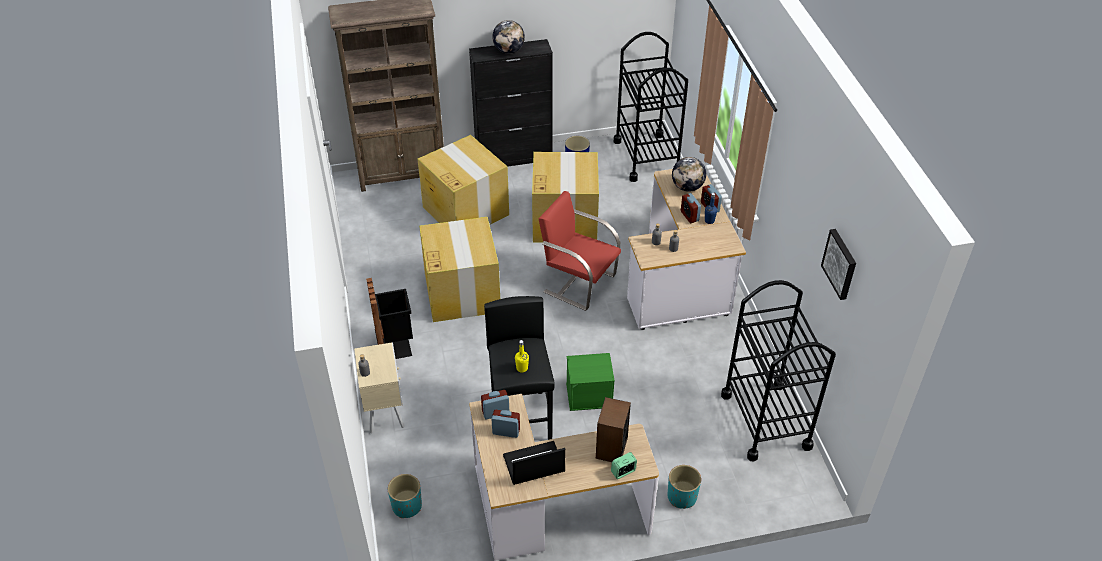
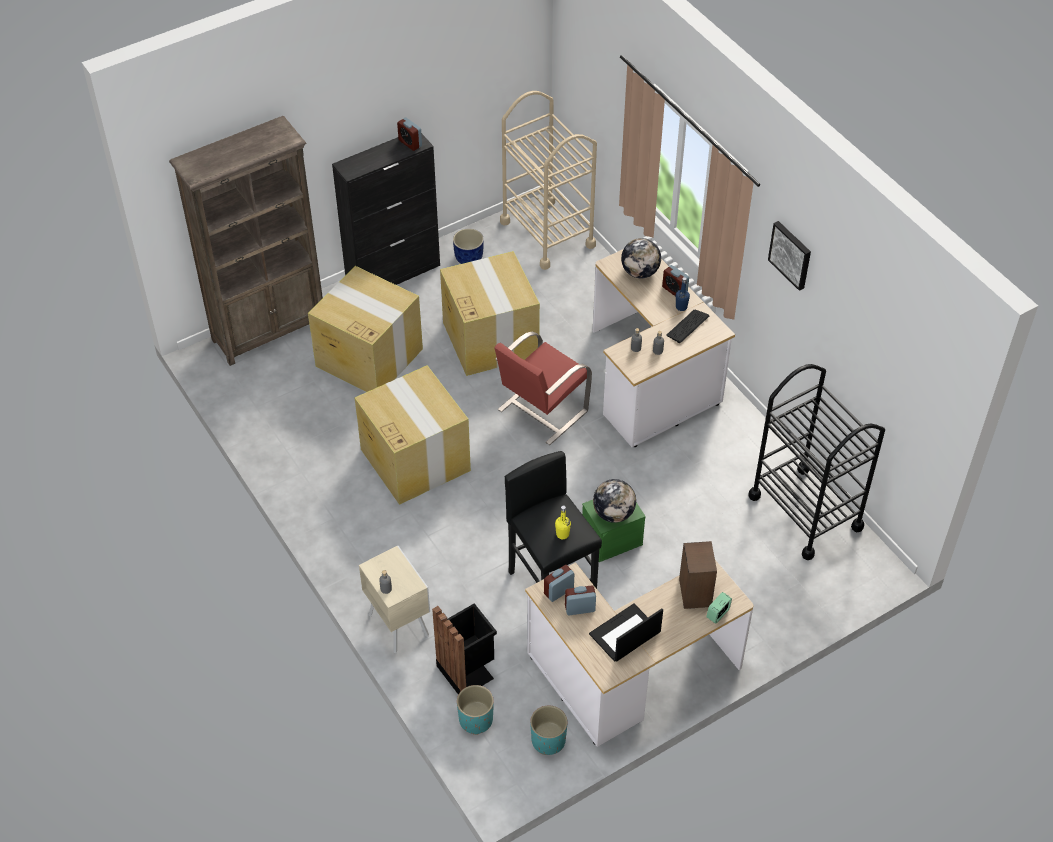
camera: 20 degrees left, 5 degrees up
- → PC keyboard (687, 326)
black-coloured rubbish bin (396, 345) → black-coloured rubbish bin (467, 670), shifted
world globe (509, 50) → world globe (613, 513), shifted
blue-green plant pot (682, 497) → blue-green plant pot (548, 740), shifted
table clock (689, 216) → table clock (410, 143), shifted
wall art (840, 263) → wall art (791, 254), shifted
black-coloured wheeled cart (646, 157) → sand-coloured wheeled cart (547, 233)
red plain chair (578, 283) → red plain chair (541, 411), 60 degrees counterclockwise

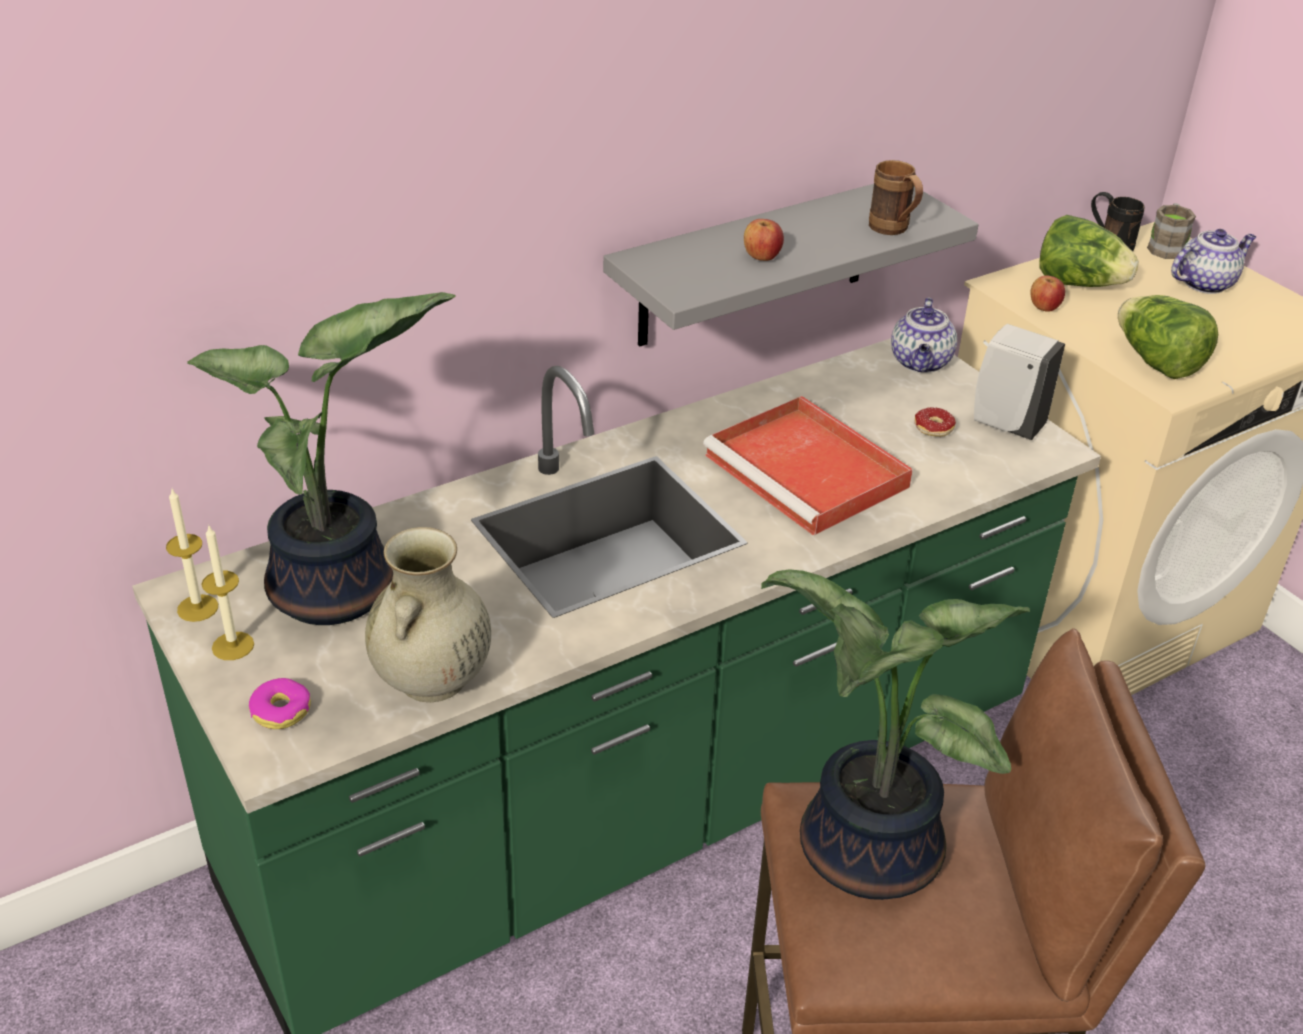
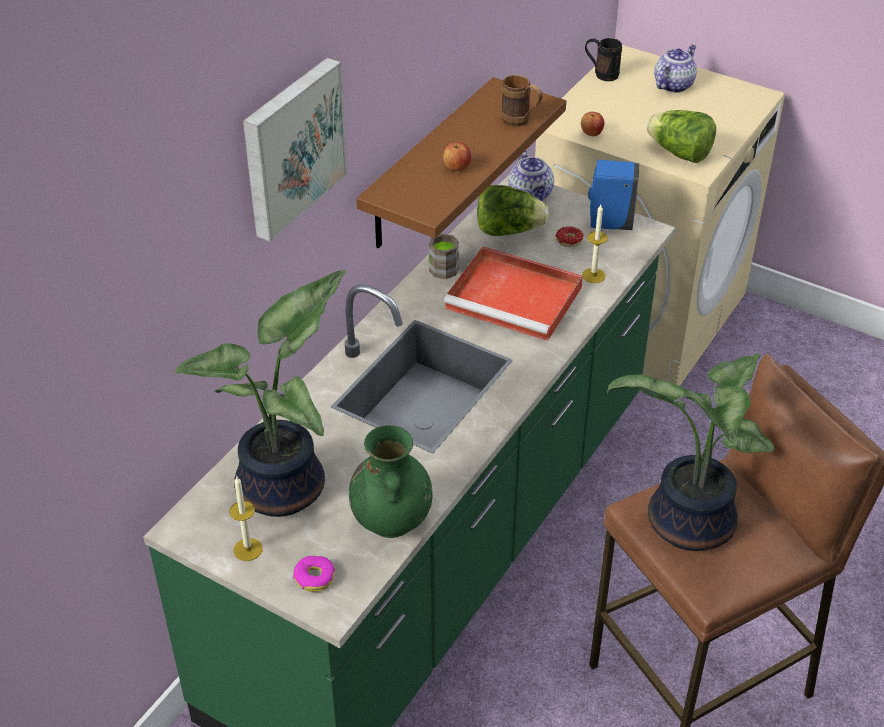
camera: 25 degrees left, 5 degrees up
- → wall art (291, 147)
wax candle (197, 608) → wax candle (593, 275), shifted
head of lettuce (1078, 284) → head of lettuce (508, 230), shifted
brown-coloured tea mug (1166, 247) → brown-coloured tea mug (442, 265), shifted
sand-coloured decorative vase (432, 681) → greenish decorative vase (392, 522)
gray bracket shelf (755, 263) → brown-coloured bracket shelf (428, 166)
white liquid soap bottle (1005, 424) → blue-coloured liquid soap bottle (608, 223)

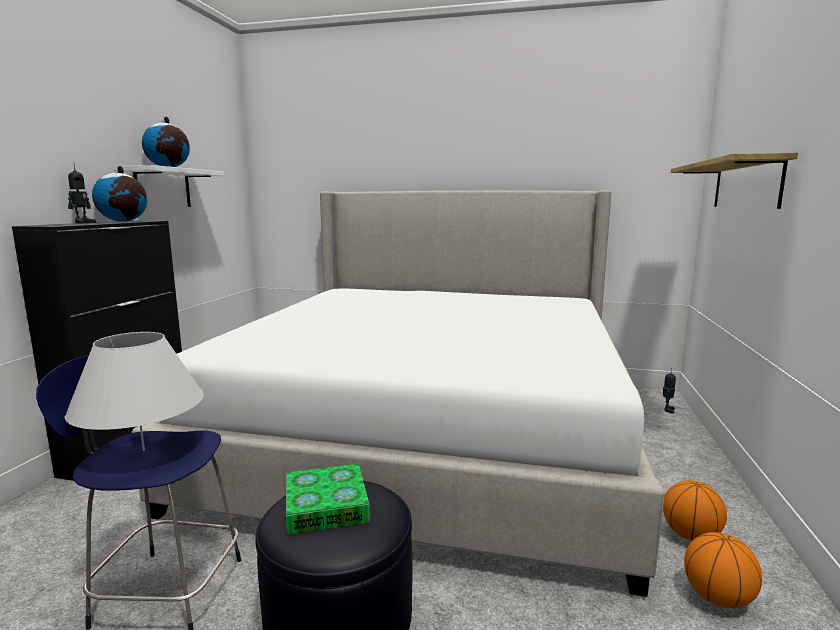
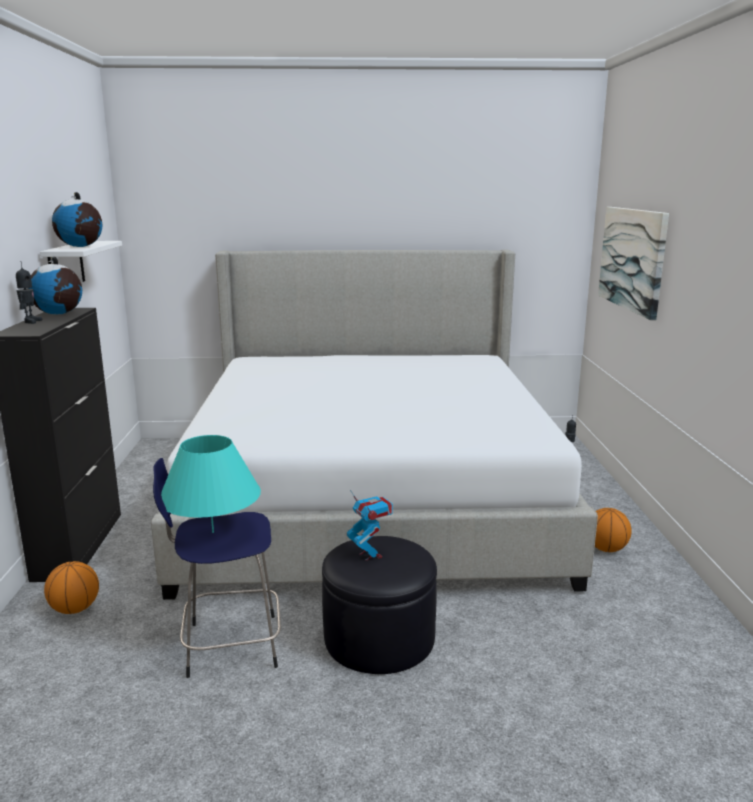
camera: 15 degrees left, 5 degrees up
basketball (717, 598) → basketball (75, 609), shifted
volume (326, 506) → toy robot (370, 555)
bracket shelf (746, 184) → wall art (632, 259)
white lamp for a table (144, 450) → blue-green lamp for a table (213, 532)

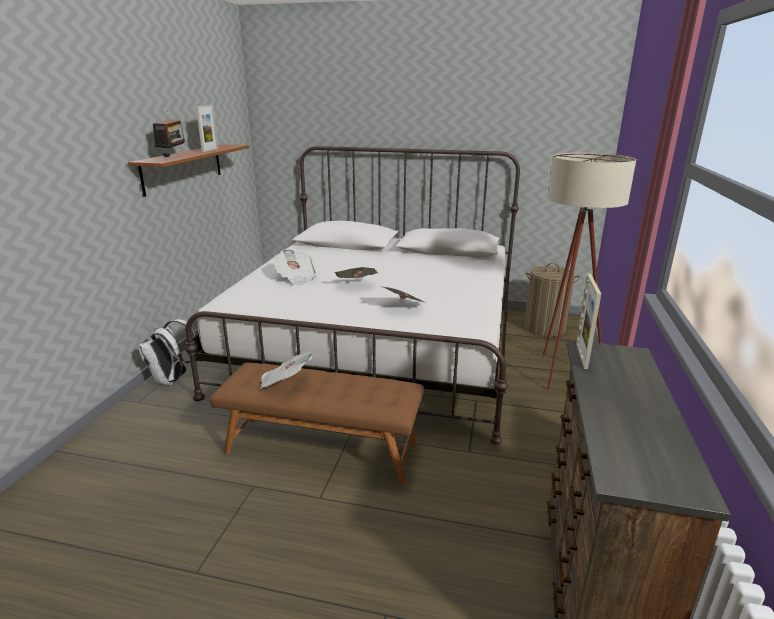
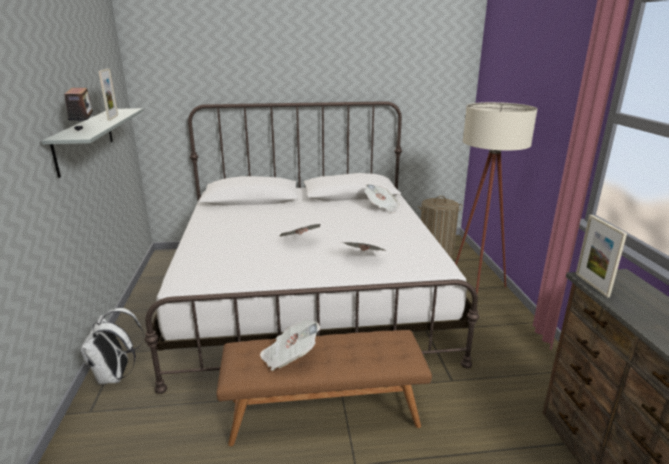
camera: 20 degrees left, 0 degrees up
daily paper (296, 278) → daily paper (382, 207), shifted
brown-coloured bracket shelf (183, 168) → gray bracket shelf (85, 139)

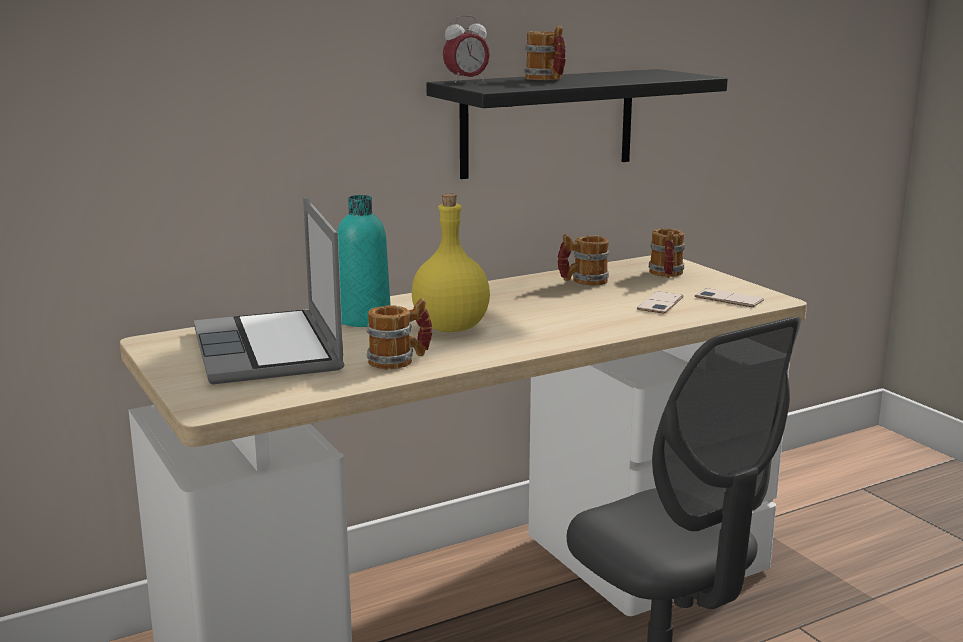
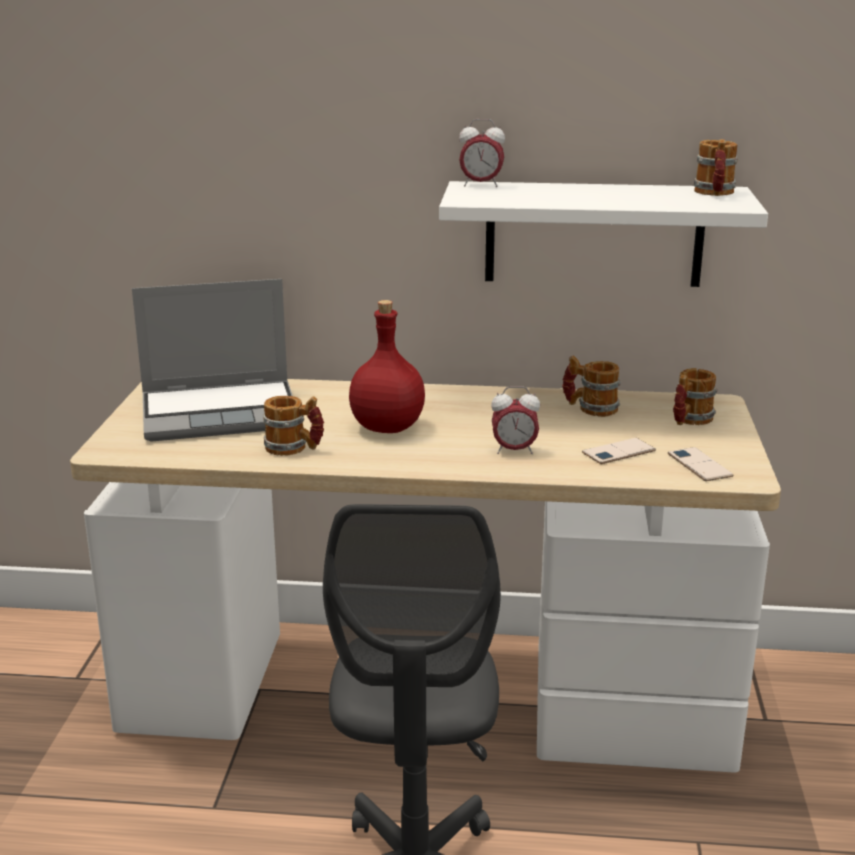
camera: 35 degrees right, 5 degrees up
blue-green drink bottle (364, 319) → -
- → table clock (514, 451)
tea mug (547, 79) → tea mug (714, 193), shifted
yellowish drink bottle (449, 328) → red drink bottle (386, 427)
black-coloured bracket shelf (548, 122) → white bracket shelf (594, 234)
laptop (270, 351) → laptop (222, 413), 120 degrees counterclockwise

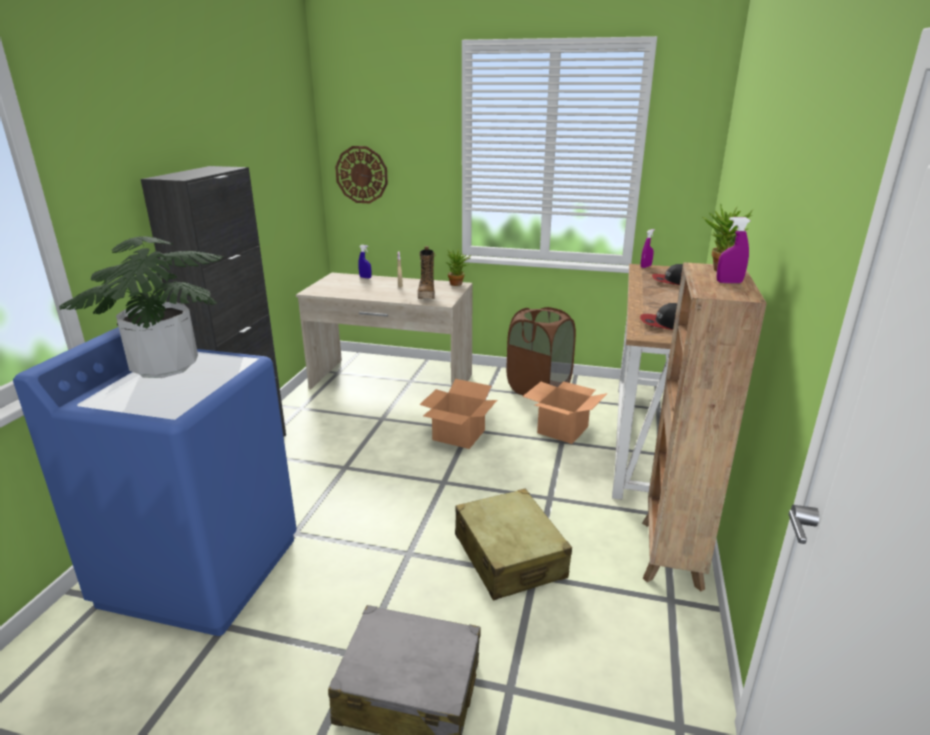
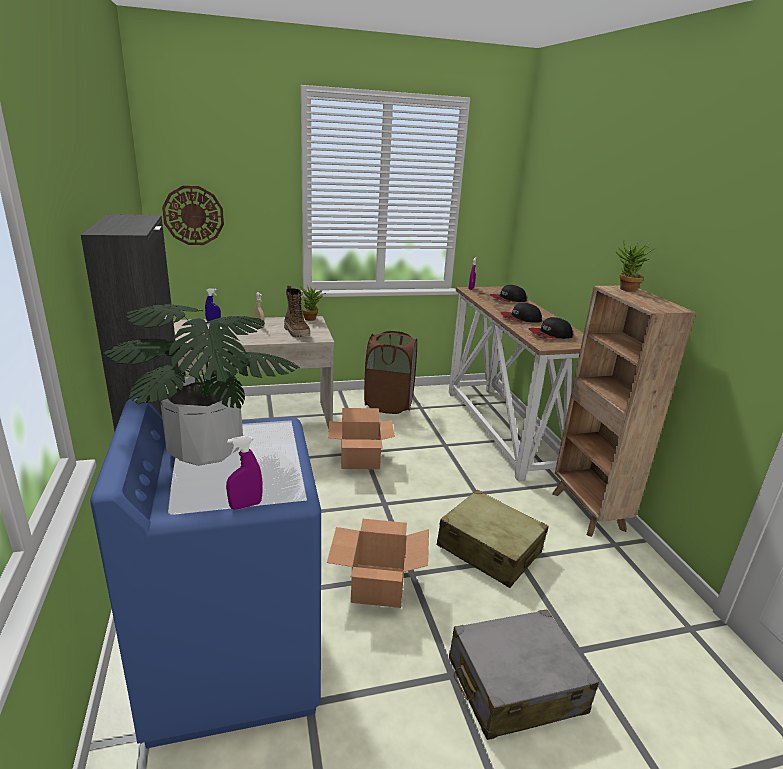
camera: 30 degrees left, 0 degrees up
- → baseball cap (520, 319)
carton (563, 430) → carton (378, 586), shifted
purple hand sprayer (729, 282) → purple hand sprayer (245, 505), shifted

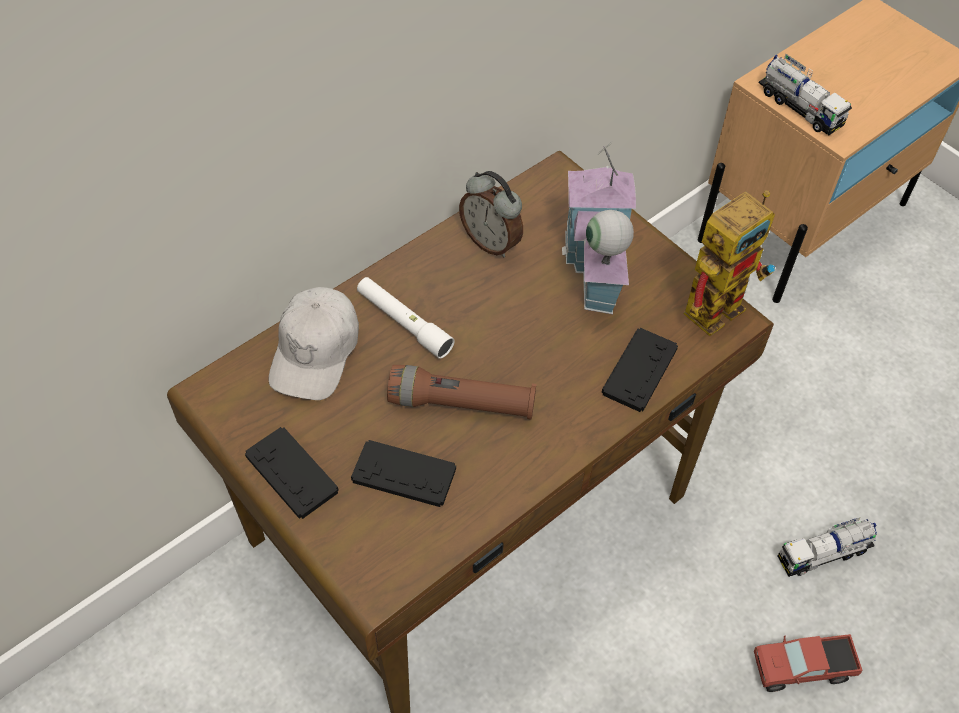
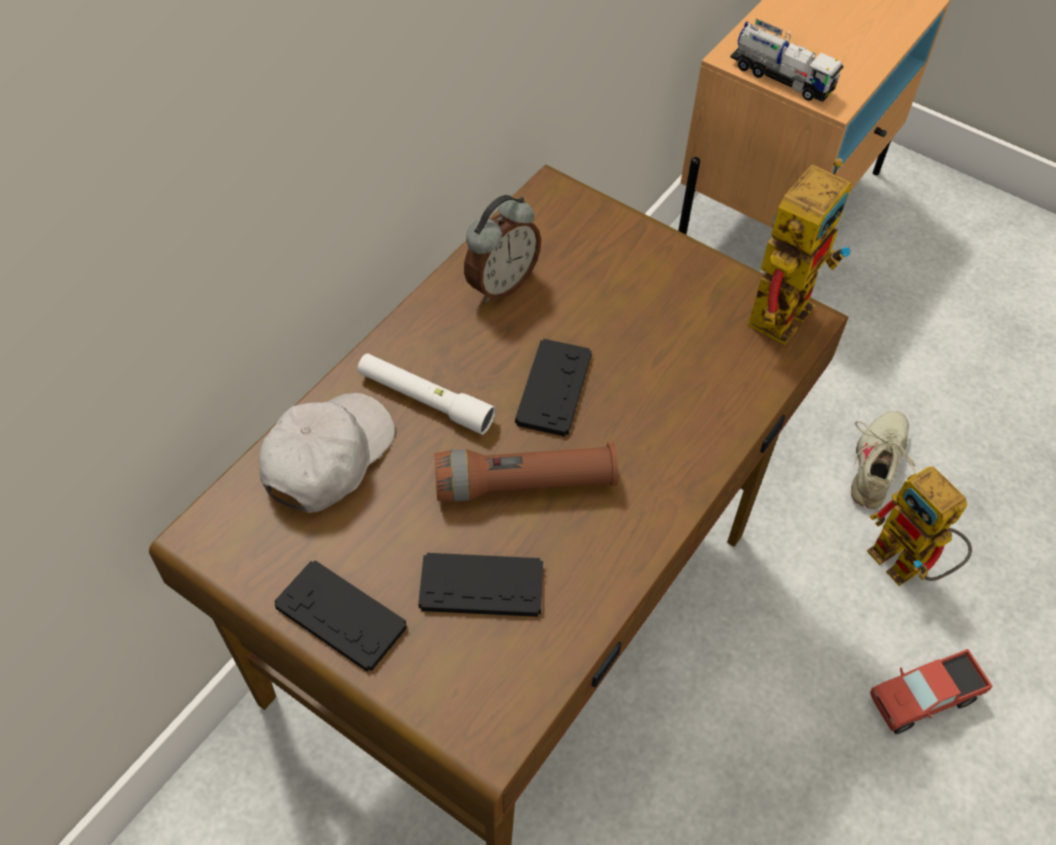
camera: 15 degrees left, 0 degrees up
model house (594, 267) → -
- → sand-coloured item of footwear (877, 466)
black-coloured joypad (639, 370) → black-coloured joypad (553, 388), shifted
toy lorry (823, 554) → toy robot (908, 566)
white baseball cap (316, 352) → white baseball cap (327, 458), 150 degrees counterclockwise
table clock (491, 242) → table clock (500, 284), 75 degrees counterclockwise

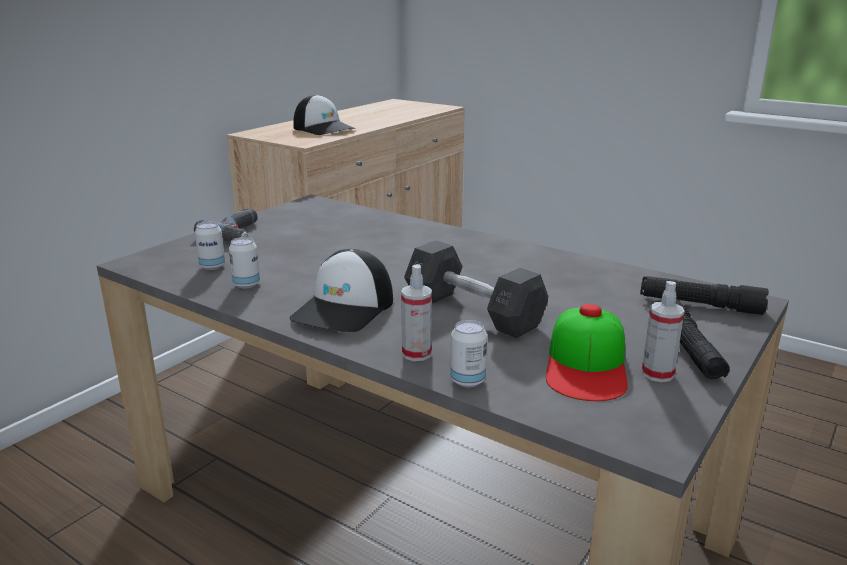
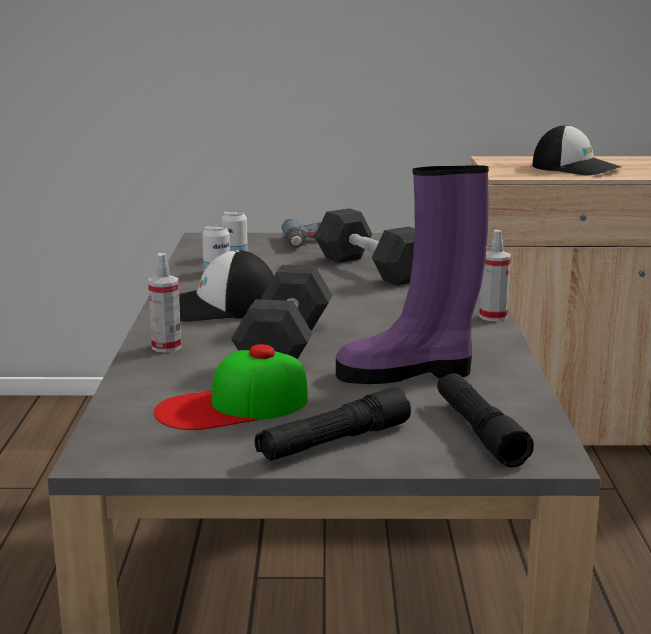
camera: 55 degrees right, 5 degrees down
can (467, 381) → -
- → gray hand weight (371, 269)
- → purple tall boot (408, 373)
hand sprayer (657, 374) → hand sprayer (493, 317), shifted
baseball cap (324, 128) → baseball cap (576, 168), 60 degrees counterclockwise

